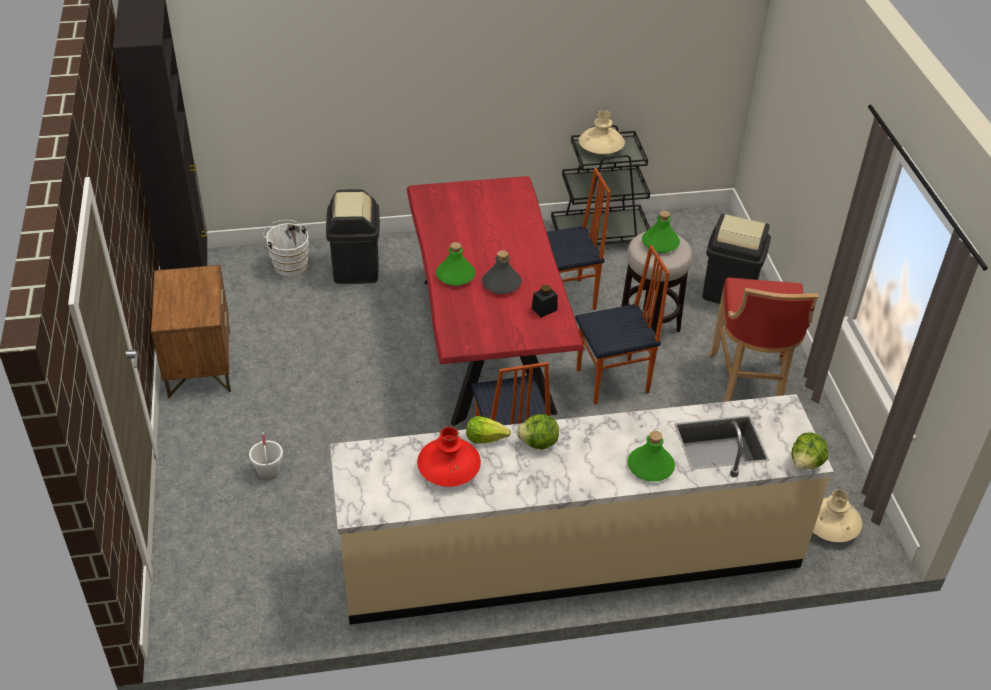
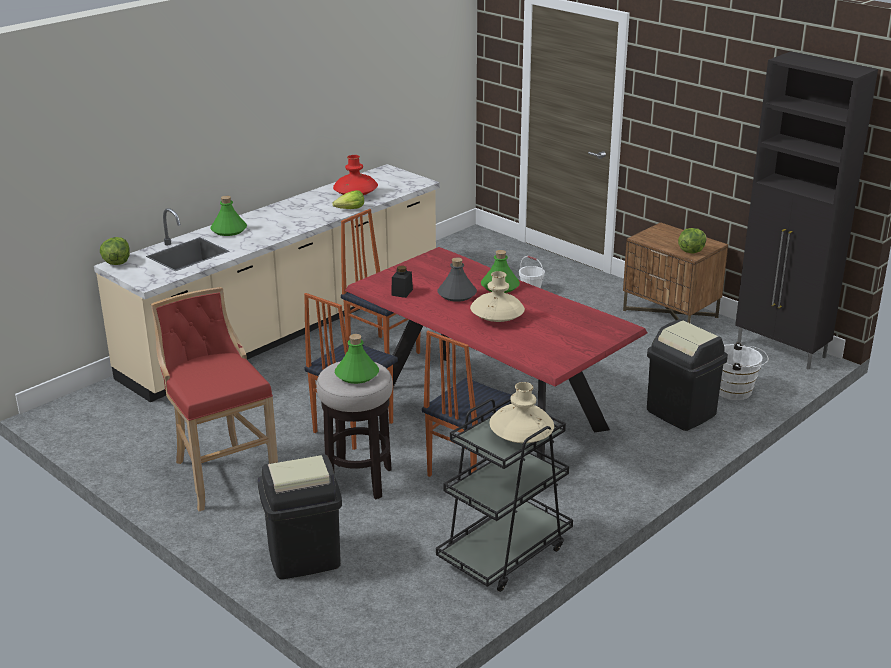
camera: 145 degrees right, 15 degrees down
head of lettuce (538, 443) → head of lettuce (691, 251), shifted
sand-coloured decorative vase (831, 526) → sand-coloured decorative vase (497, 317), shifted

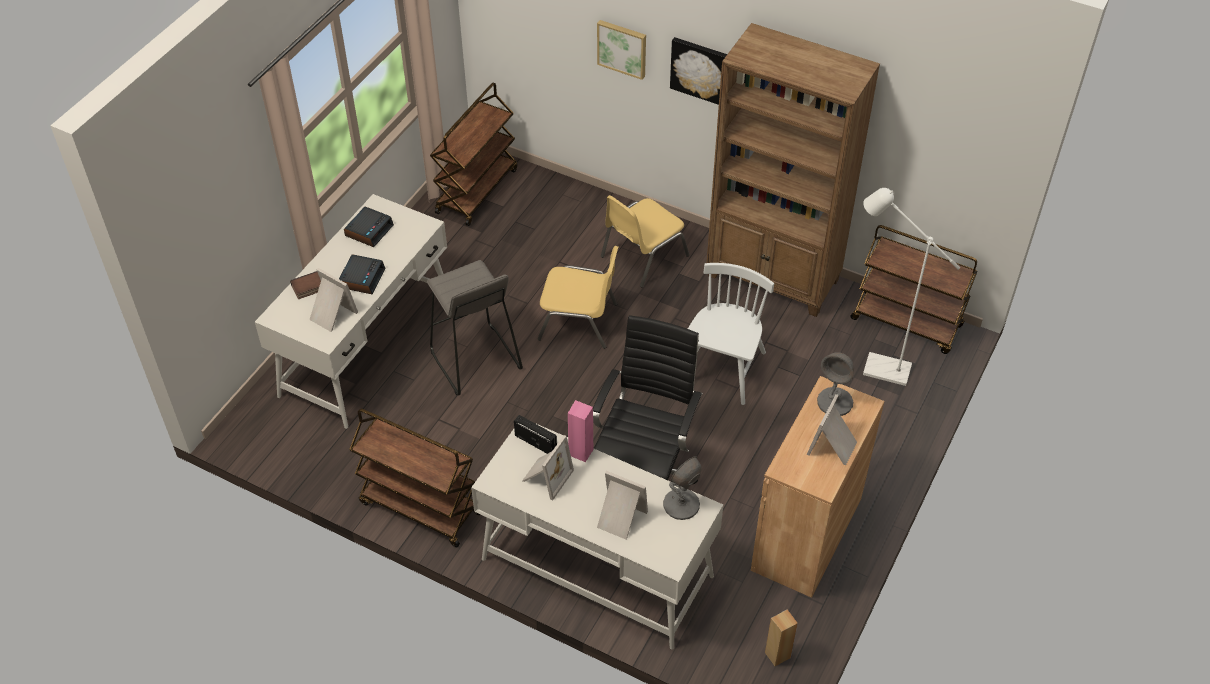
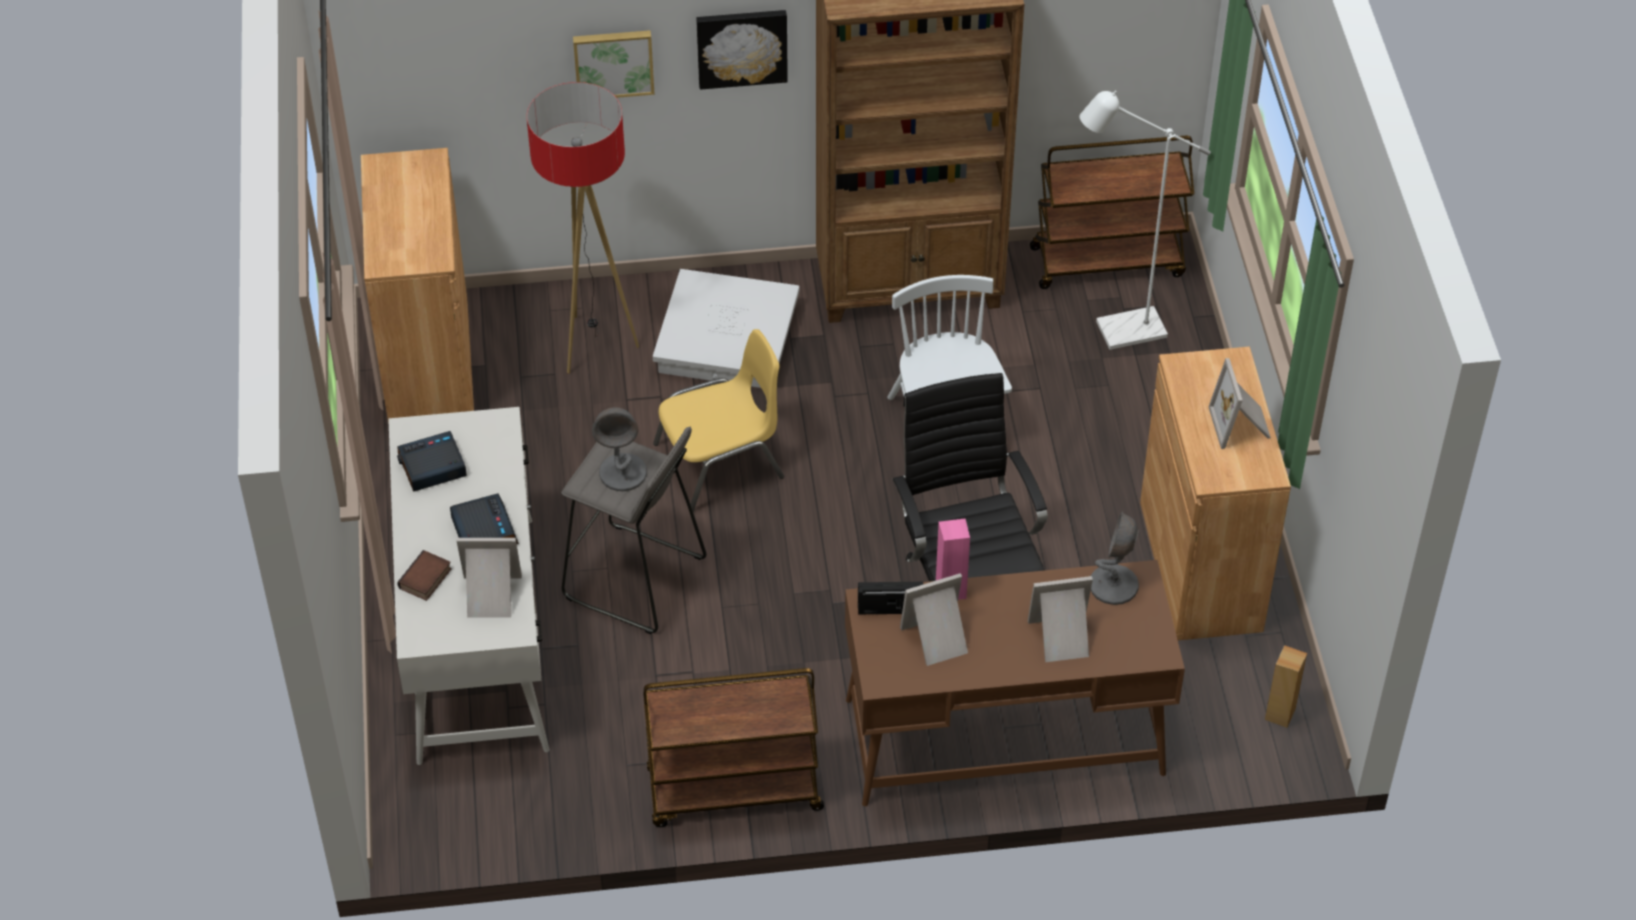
camera: 35 degrees left, 0 degrees up
- → floor lamp (594, 345)
gray lamp for a table (835, 402) → gray lamp for a table (623, 473), shifted
brown-coloured wheeled cart (476, 190) → brown-coloured cabinet (428, 361)
yellowish plain chair (642, 256) → white storage box (726, 339)
white desk (597, 566) → brown-coloured desk (1003, 736)
table clock (369, 230) → table clock (432, 467), 105 degrees counterclockwise
photo frame (546, 477) → photo frame (937, 640), 105 degrees counterclockwise

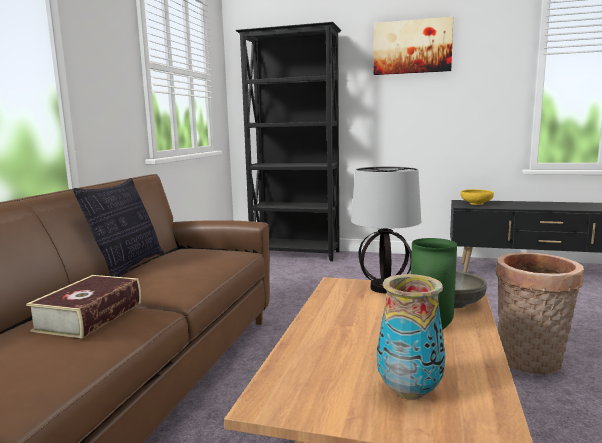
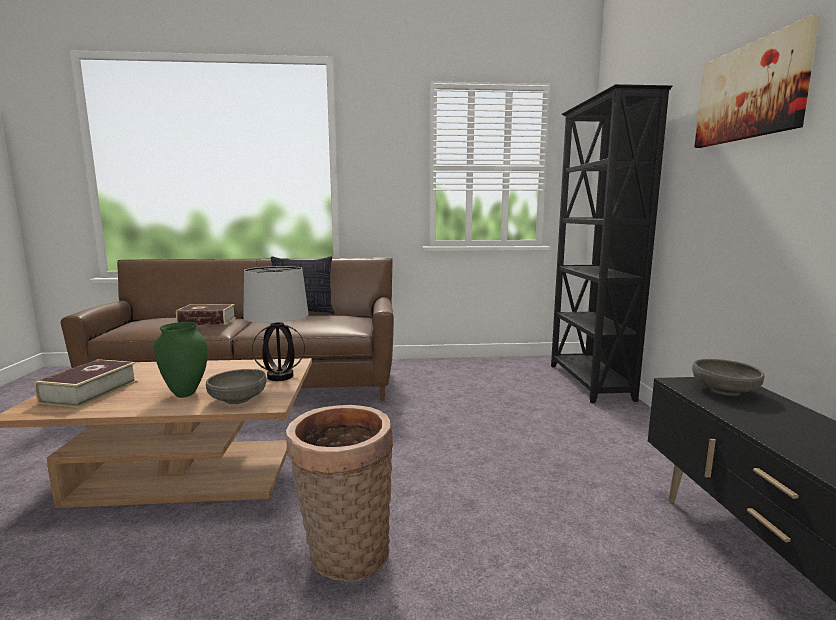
camera: 70 degrees right, 0 degrees up
decorative vase (409, 391) → volume (90, 392)
yellowish serving bowl (476, 203) → gray serving bowl (724, 391)

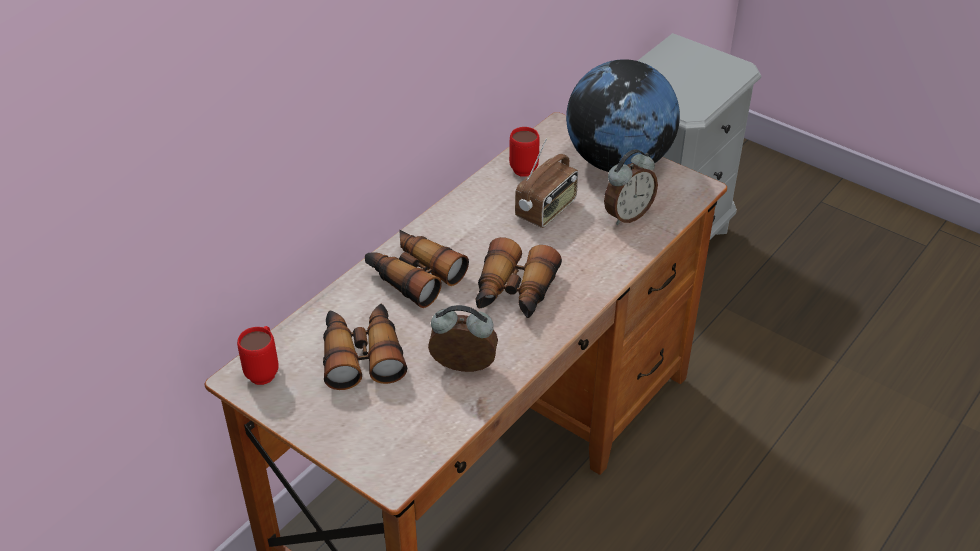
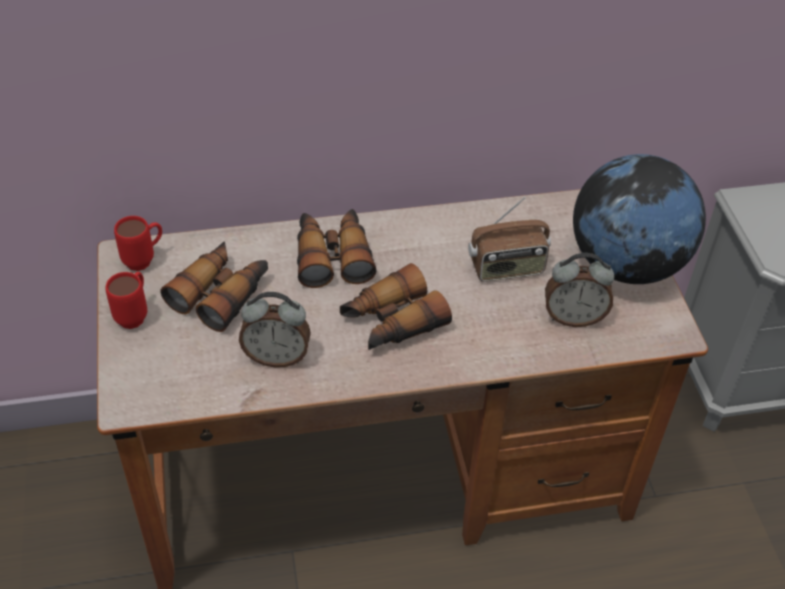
camera: 40 degrees right, 5 degrees up
red tea mug (521, 167) → red tea mug (135, 314), shifted
table clock (463, 369) → table clock (277, 357), 135 degrees clockwise

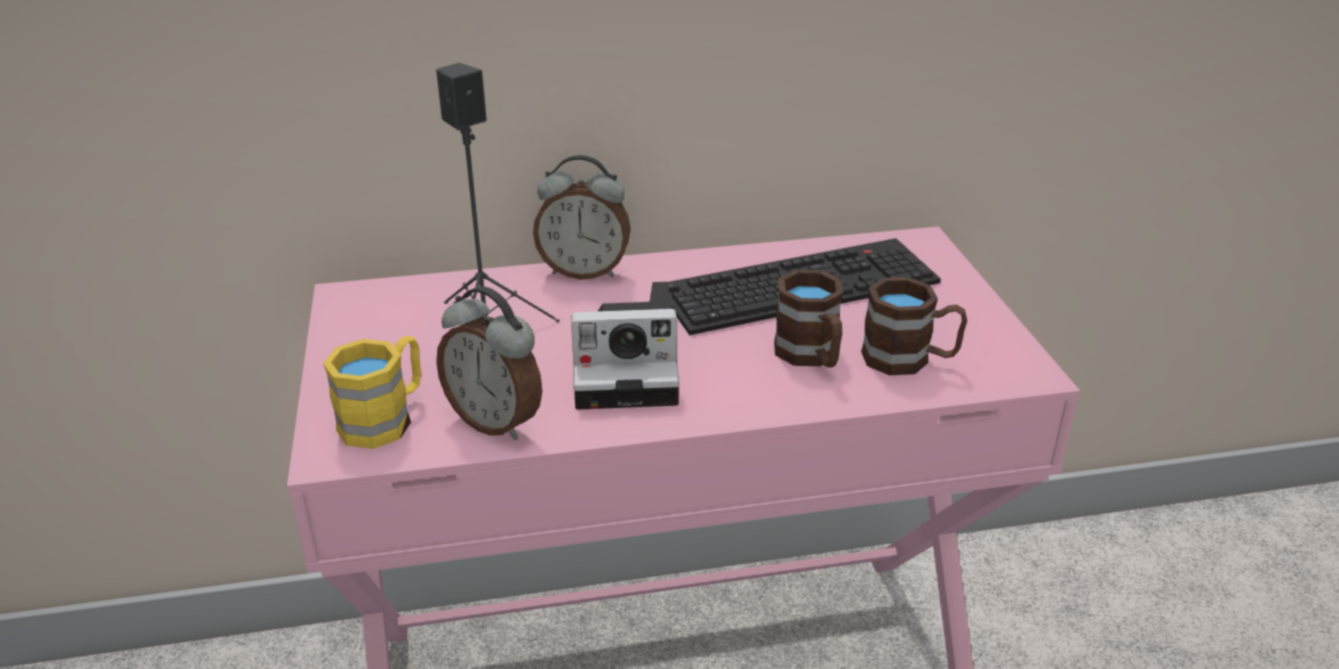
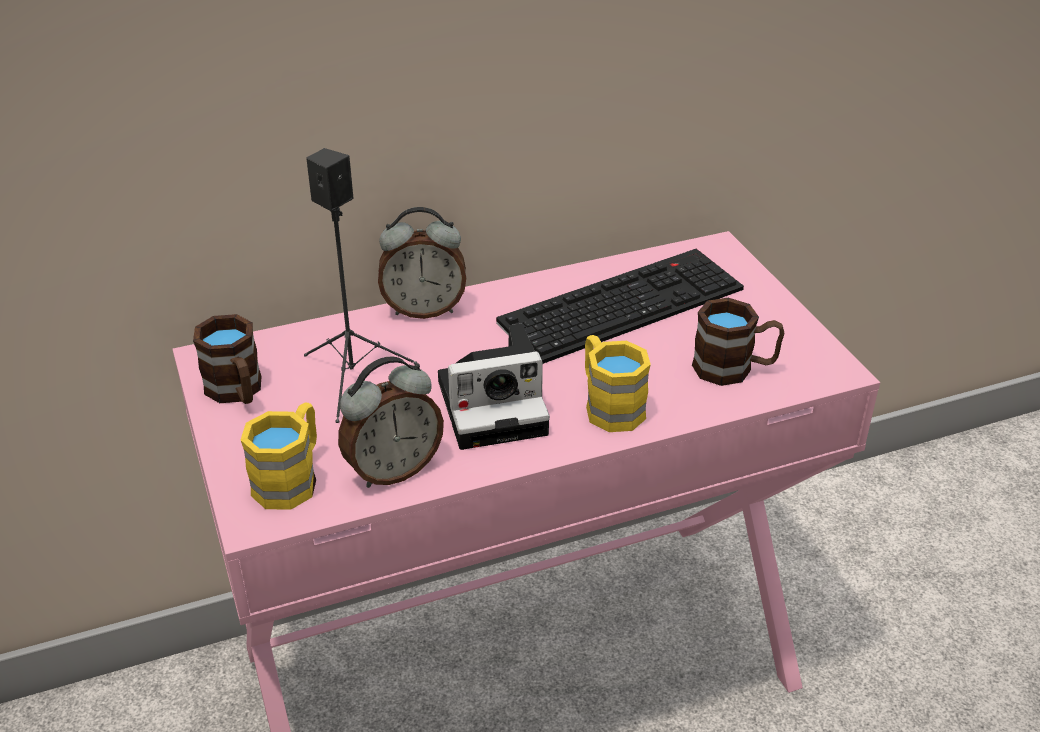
camera: 10 degrees left, 5 degrees up
- → yellowish tea mug (608, 405)
brown-coloured tea mug (811, 356) → brown-coloured tea mug (237, 392), shifted
table clock (496, 421) → table clock (393, 470), 60 degrees counterclockwise

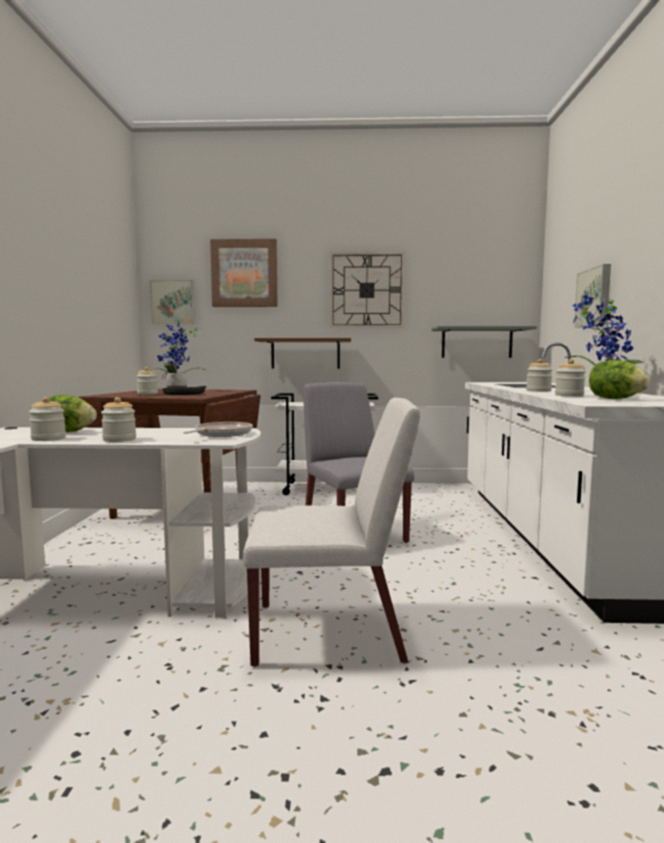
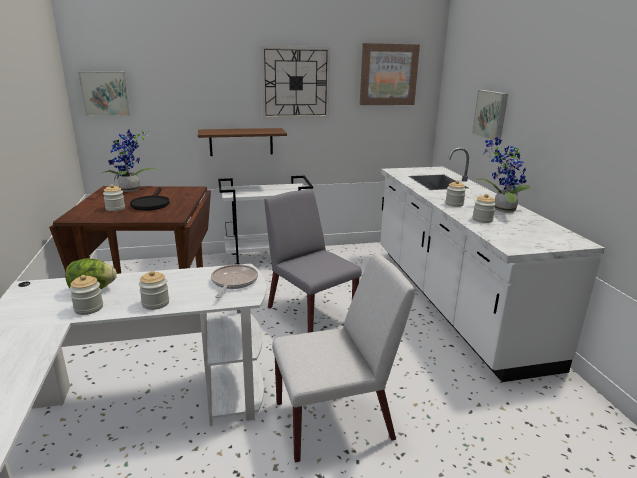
camera: 15 degrees left, 15 degrees up
gray bracket shelf (476, 343) → -
head of lettuce (615, 399) → -
wall art (244, 273) → wall art (388, 74), shifted

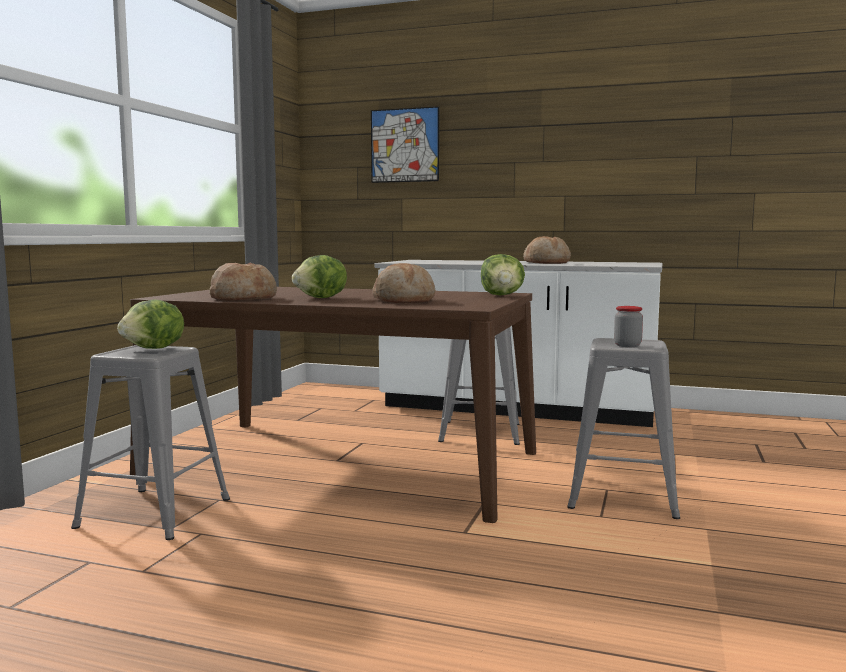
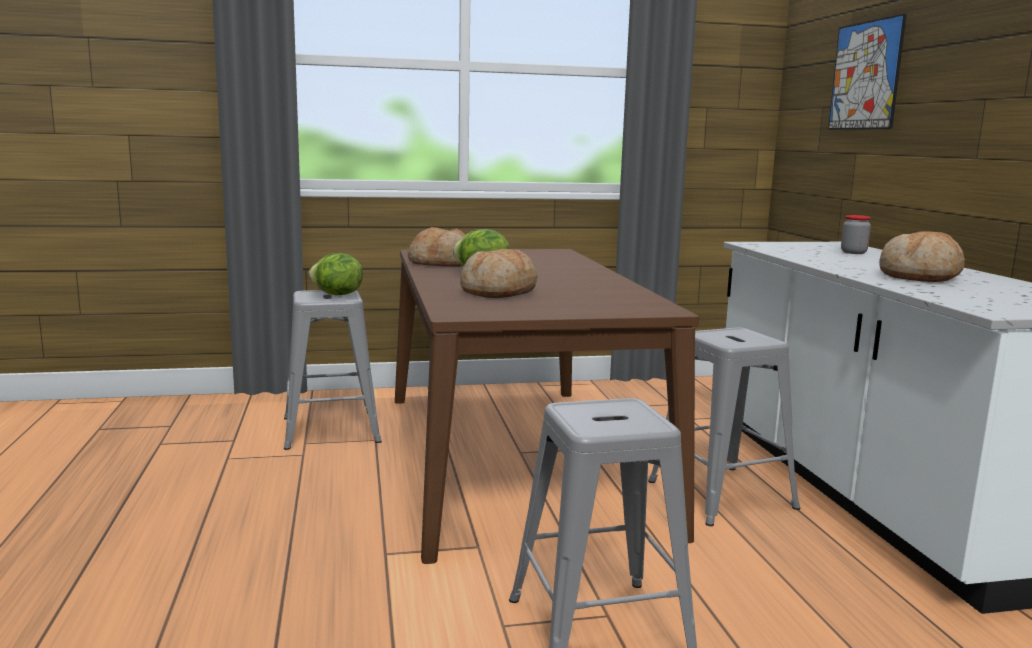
camera: 60 degrees right, 5 degrees up
head of lettuce (502, 295) → -
storage jar (627, 345) → storage jar (853, 252), shifted

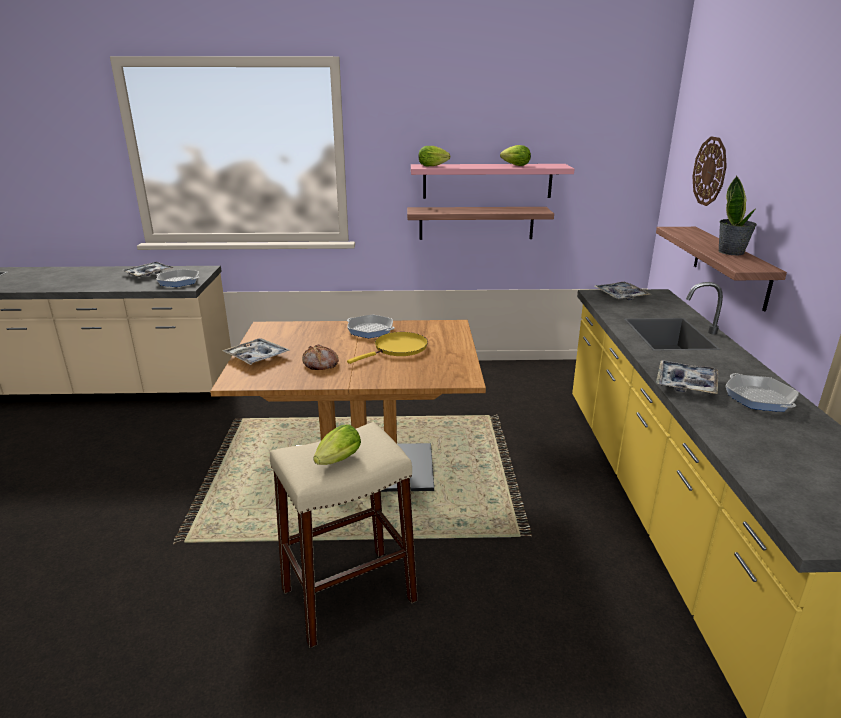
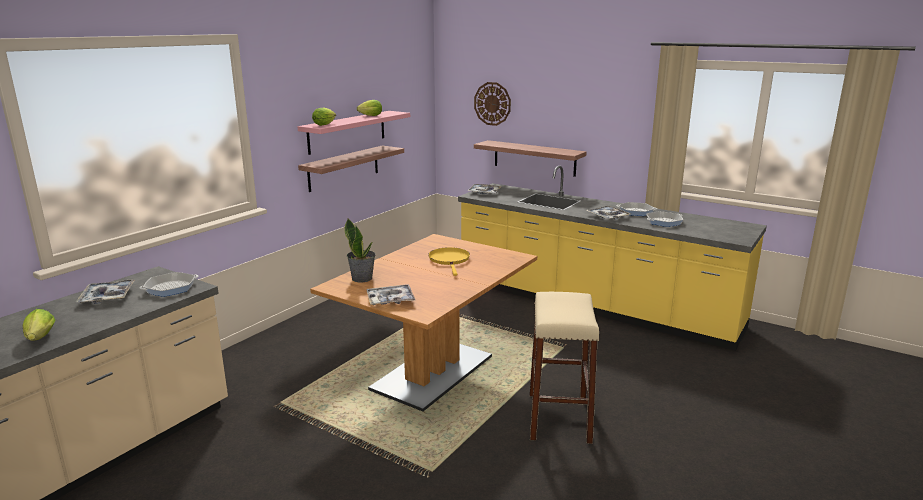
camera: 55 degrees left, 5 degrees down
baked bread (320, 364) → -
head of lettuce (336, 462) → head of lettuce (40, 339), shifted
skillet (370, 330) → skillet (664, 222), shifted
potted plant (731, 252) → potted plant (362, 278), shifted

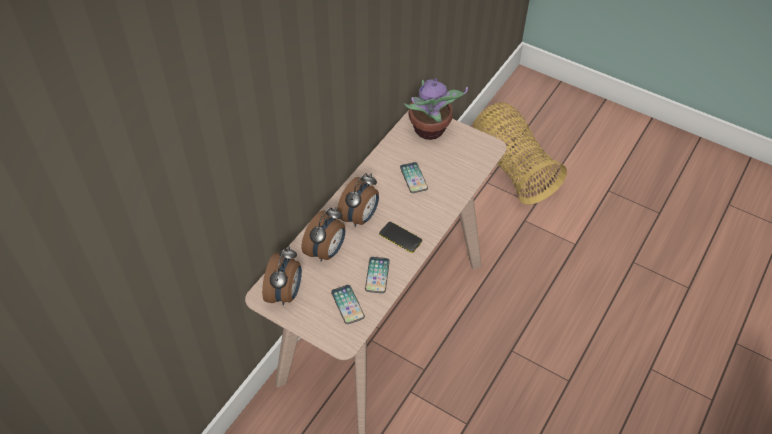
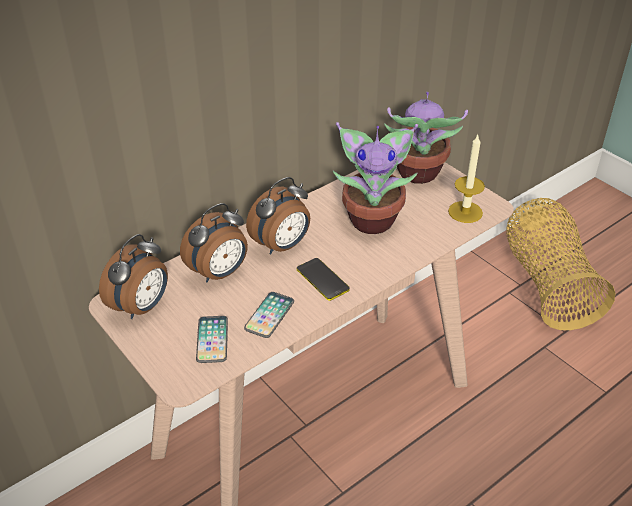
camera: 20 degrees right, 10 degrees down
- → wax candle (465, 212)
telephone (413, 178) → potted plant (372, 219)

